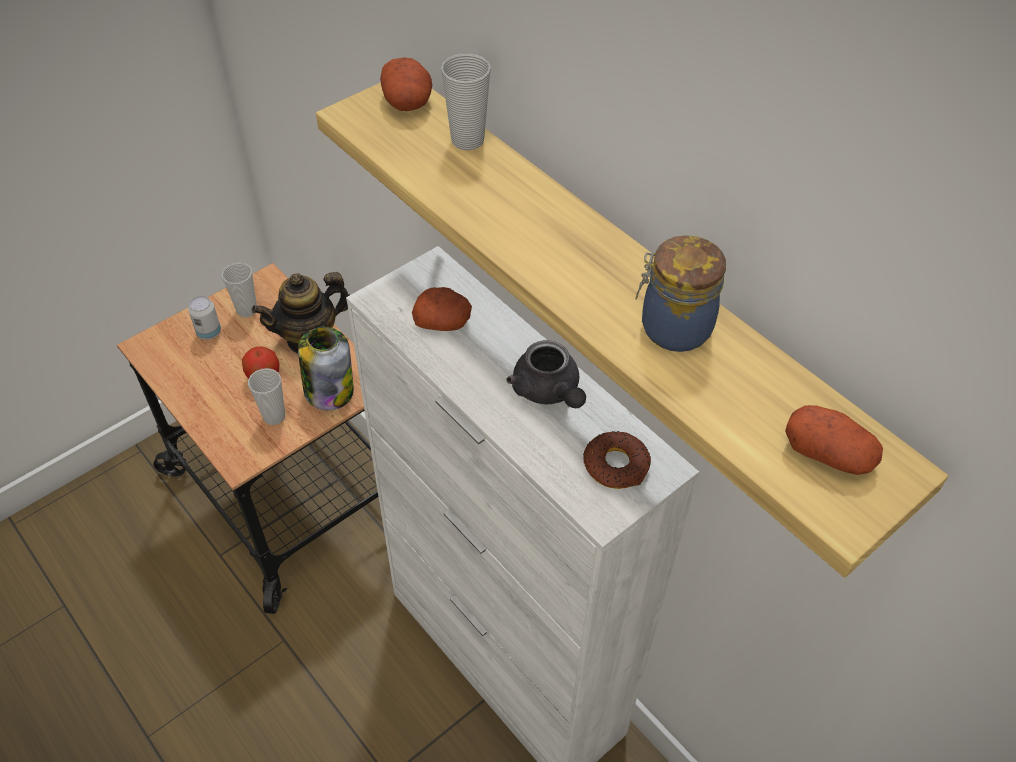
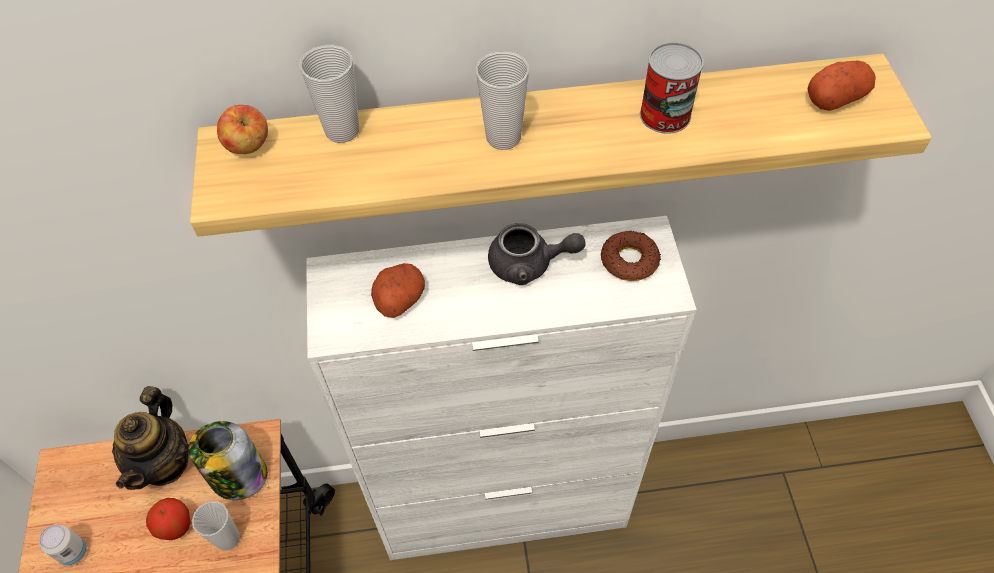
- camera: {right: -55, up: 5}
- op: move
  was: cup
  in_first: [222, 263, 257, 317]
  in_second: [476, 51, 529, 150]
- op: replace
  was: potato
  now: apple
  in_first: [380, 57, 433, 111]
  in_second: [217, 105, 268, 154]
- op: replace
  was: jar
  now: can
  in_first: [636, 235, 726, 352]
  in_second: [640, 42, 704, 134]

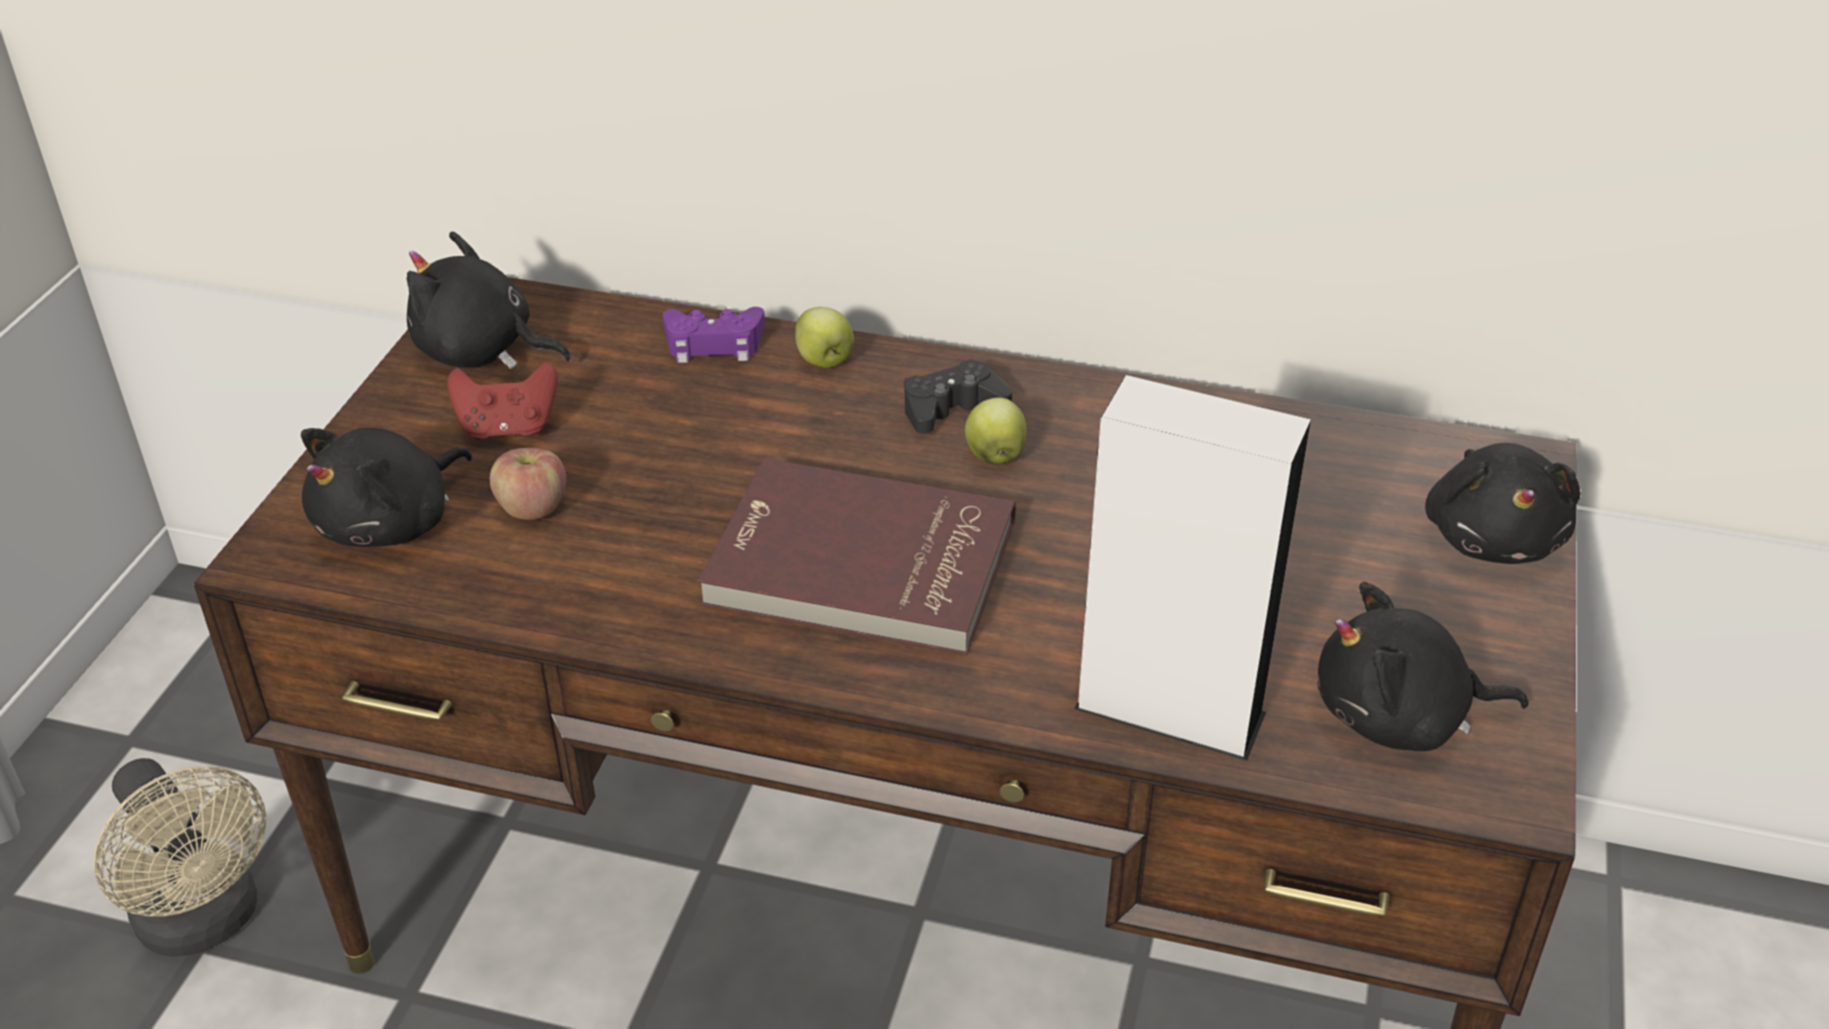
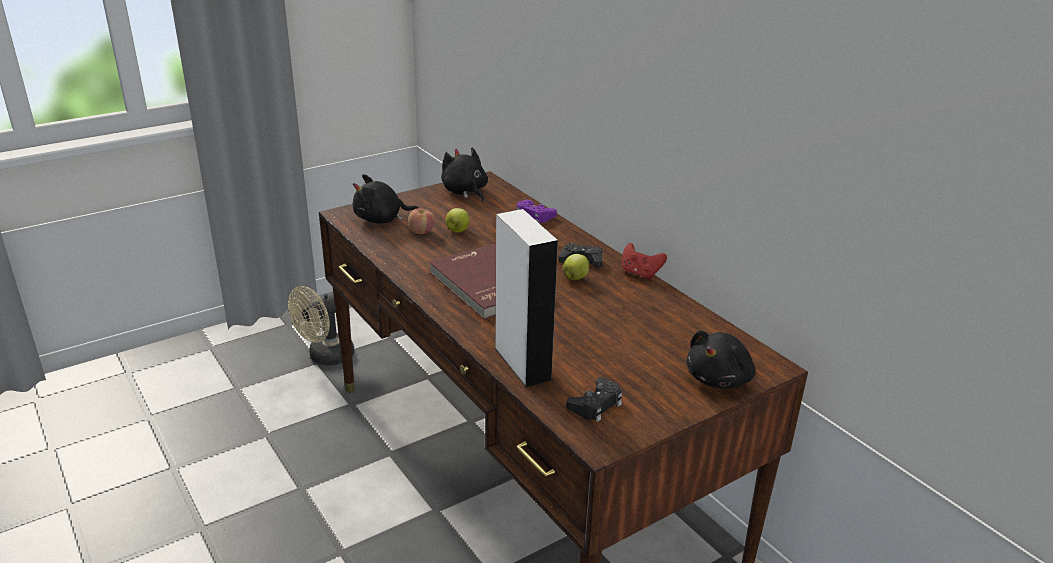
- camera: {right: 40, up: -10}
- op: rotate
  was: fan (beige)
  in_first: [94, 758, 266, 957]
  in_second: [288, 286, 355, 365]
  clockwise: 45
- op: move
  was: game controller (red)
  in_first: [447, 362, 558, 440]
  in_second: [622, 243, 667, 280]
- op: move
  was: apple
  in_first: [795, 307, 854, 368]
  in_second: [446, 208, 469, 233]
- op: replace
  was: plush toy (black)
  now: game controller (black)
  in_first: [1318, 582, 1529, 751]
  in_second: [566, 377, 622, 422]

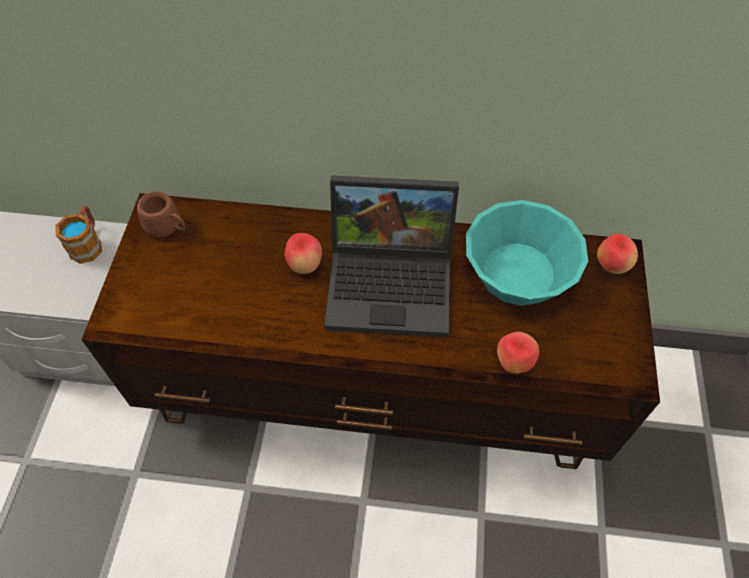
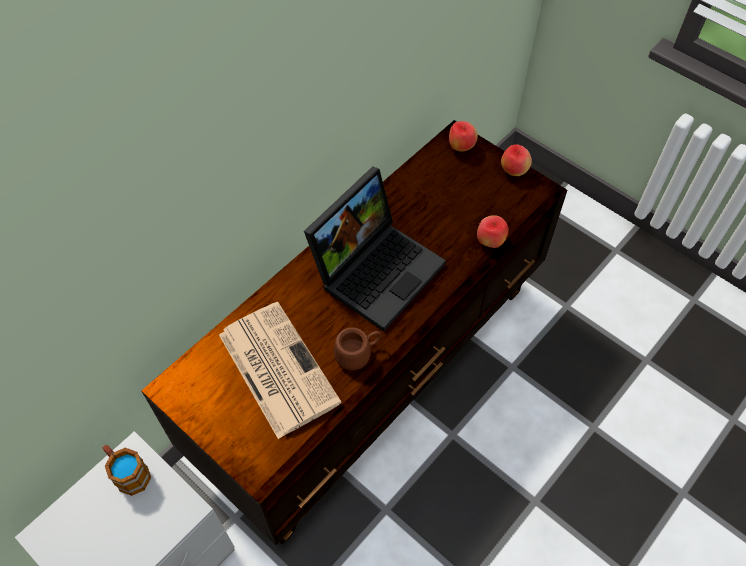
- camera: {right: -55, up: 0}
- op: move
  was: mug (brown)
  in_first: [137, 191, 186, 237]
  in_second: [334, 327, 381, 370]
- op: move
  was: apple
  in_first: [285, 233, 322, 274]
  in_second: [501, 144, 532, 176]
- op: delete
  was: bowl (turquoise)
  in_first: [466, 200, 588, 306]
- op: insert
  now: newspaper
  in_second: [219, 302, 342, 439]

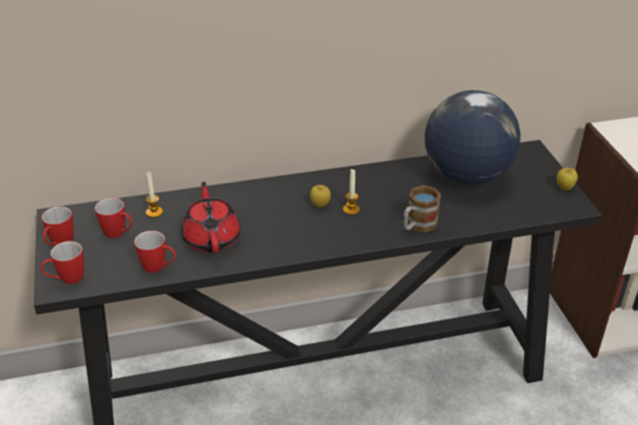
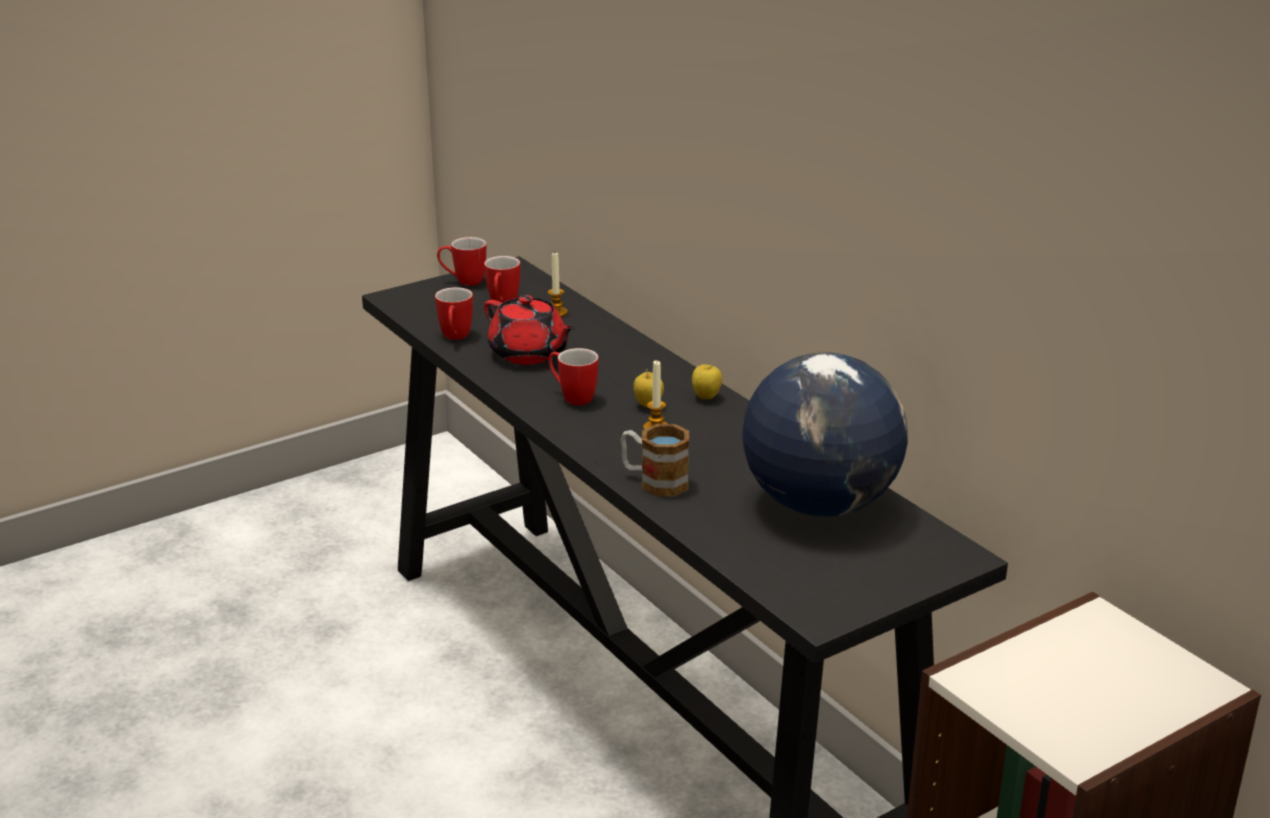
- camera: {right: 70, up: -10}
- op: move
  was: mug
  in_first: [40, 241, 84, 284]
  in_second: [548, 348, 598, 405]
- op: rotate
  was: teapot (red)
  in_first: [181, 182, 241, 253]
  in_second: [484, 295, 576, 365]
  clockwise: 75
- op: move
  was: apple
  in_first: [557, 167, 578, 191]
  in_second: [692, 364, 722, 399]

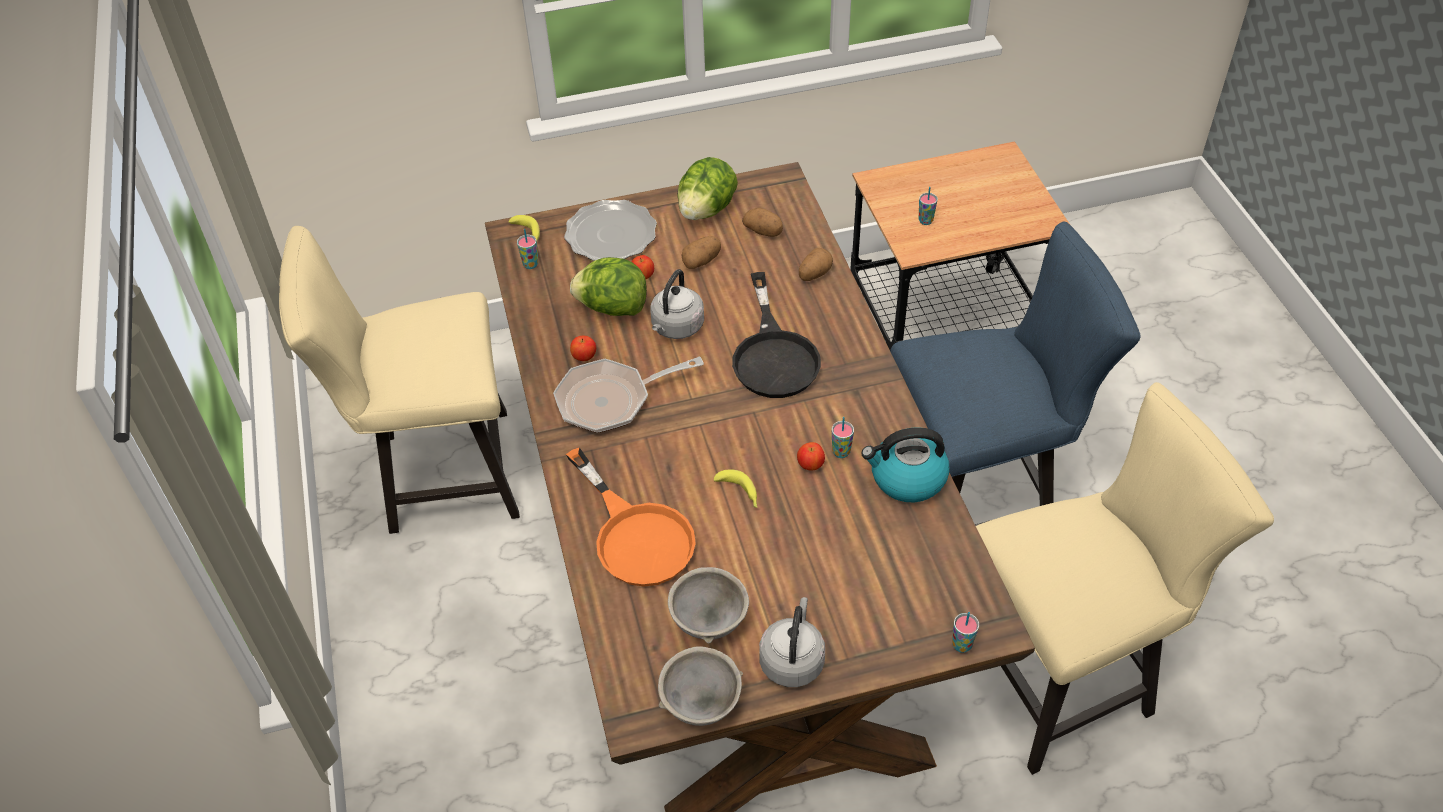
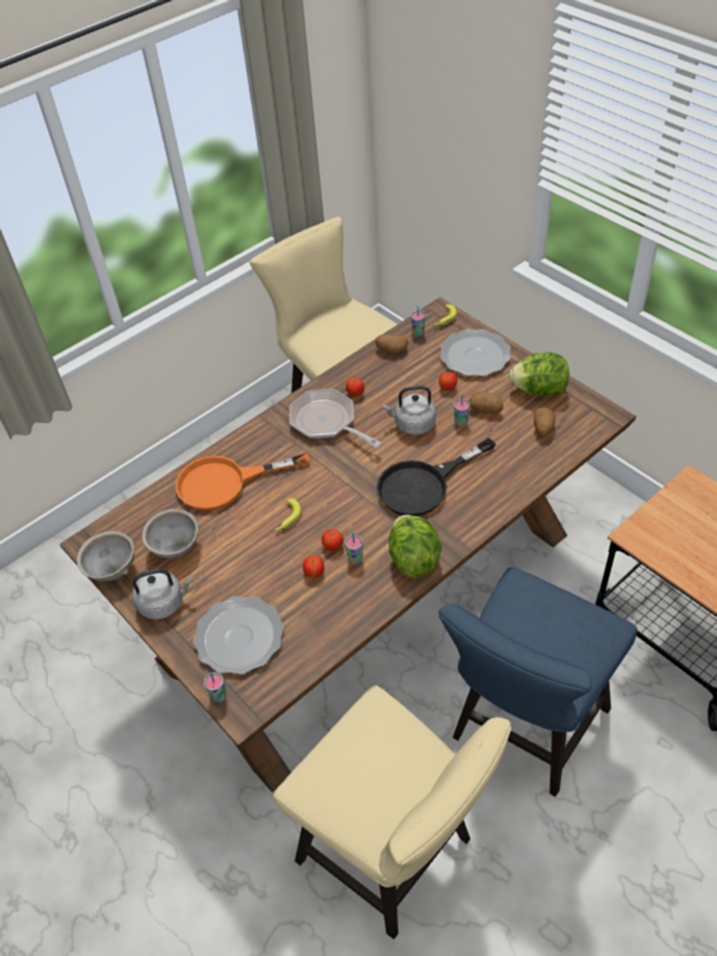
- camera: {right: 65, up: 0}
- op: rotate
  was: frying pan (orange)
  in_first: [566, 447, 696, 587]
  in_second: [176, 453, 309, 511]
  clockwise: 45
- op: move
  was: lettuce
  in_first: [570, 257, 647, 316]
  in_second: [389, 515, 442, 578]
- op: move
  was: potato
  in_first: [799, 248, 833, 281]
  in_second: [375, 334, 408, 353]
- op: delete
  was: kettle
  in_first: [861, 428, 950, 502]
- op: rotate
  was: chair (blue)
  in_first: [890, 221, 1140, 526]
  in_second: [439, 567, 637, 797]
  clockwise: 75
- op: move
  was: cup
  in_first: [919, 187, 938, 225]
  in_second: [454, 395, 470, 426]
- op: insert
  now: plate
  in_second: [193, 596, 284, 675]
- op: insert
  now: apple
  in_second: [303, 555, 324, 578]

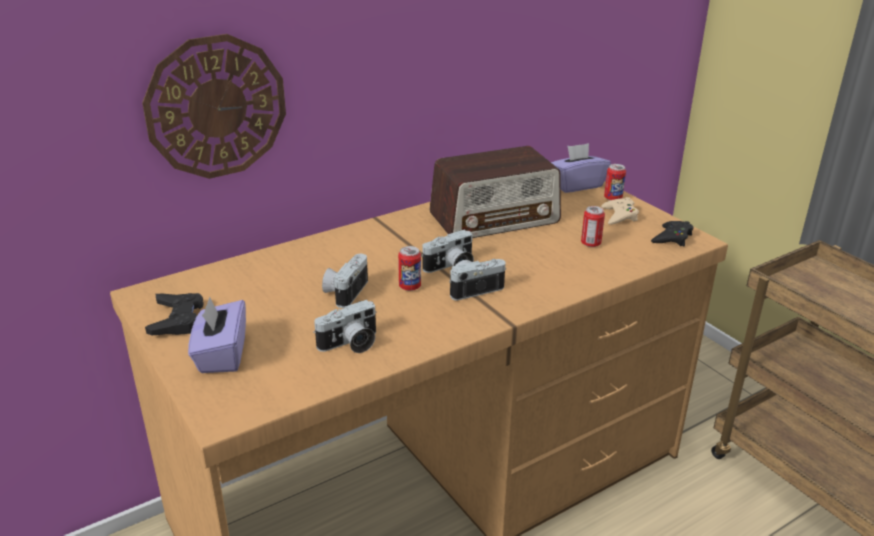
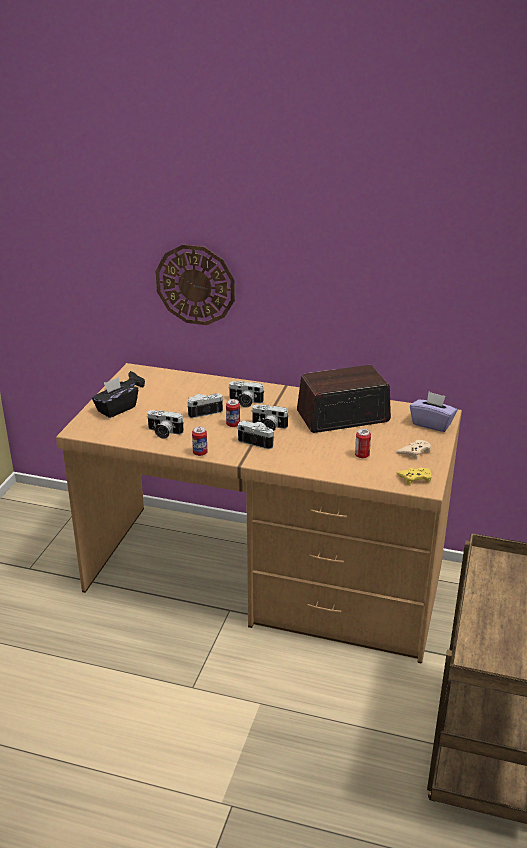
- camera: {right: 50, up: 0}
- op: recolor
  was: tissue box (purple)
  now: tissue box (black)
  in_first: [188, 297, 246, 373]
  in_second: [92, 377, 138, 418]
- op: rotate
  was: radio
  in_first: [429, 146, 561, 238]
  in_second: [297, 365, 391, 433]
  clockwise: 135
- op: move
  was: can
  in_first: [604, 164, 626, 200]
  in_second: [192, 426, 207, 456]
- op: recolor
  was: game controller (black)
  now: game controller (yellow)
  in_first: [651, 221, 693, 246]
  in_second: [397, 468, 431, 486]
- op: insert
  now: photo camera
  in_second: [228, 381, 265, 408]

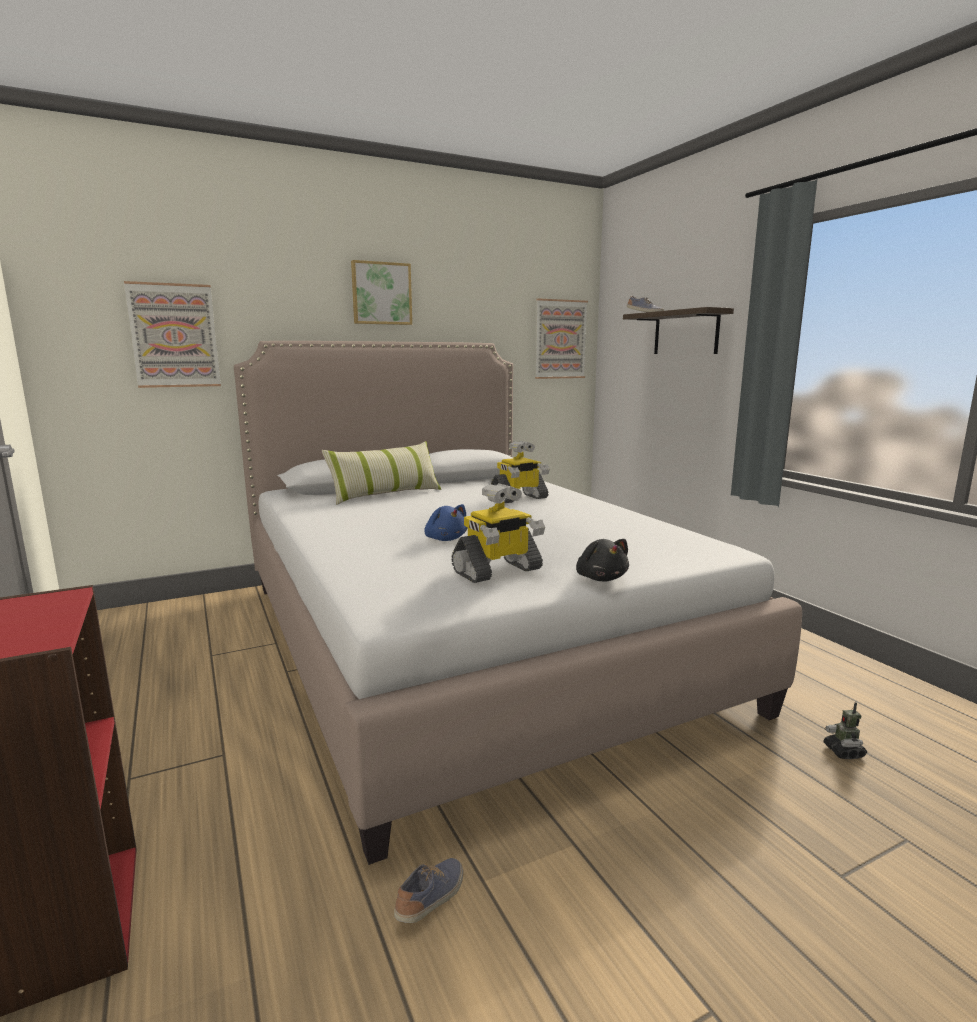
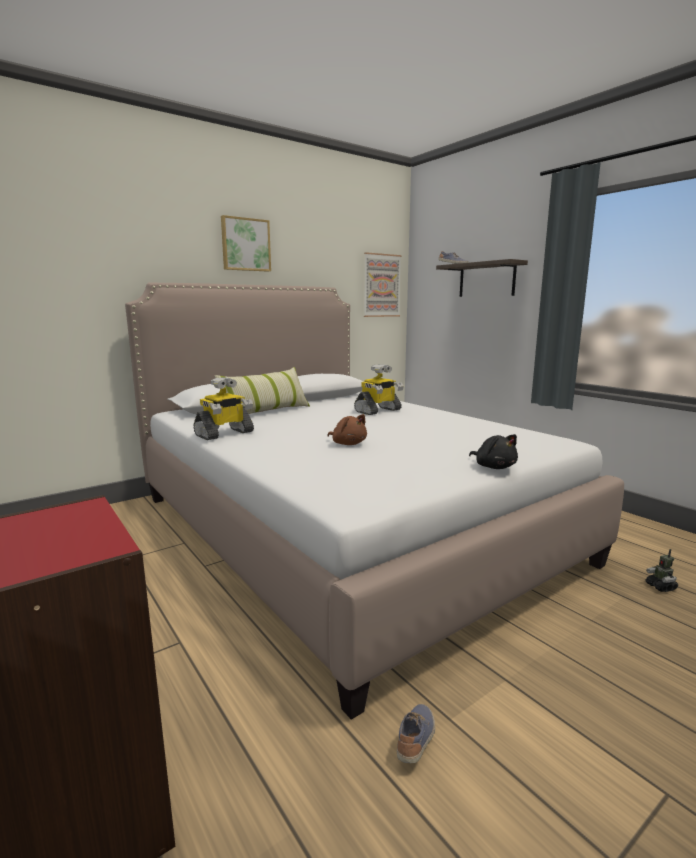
- camera: {right: -10, up: 0}
- op: delete
  was: picture
  in_first: [124, 281, 221, 388]
- op: recolor
  was: plush toy (blue)
  now: plush toy (brown)
  in_first: [424, 504, 468, 541]
  in_second: [328, 414, 367, 445]
- op: move
  was: toy robot
  in_first: [451, 483, 545, 583]
  in_second: [193, 377, 254, 440]

